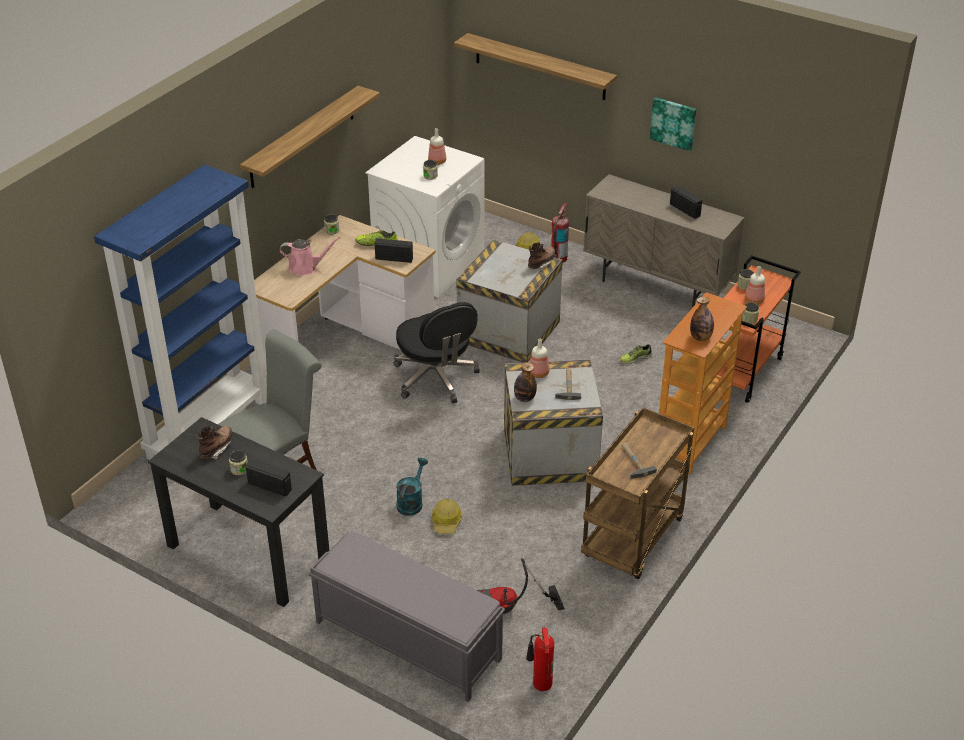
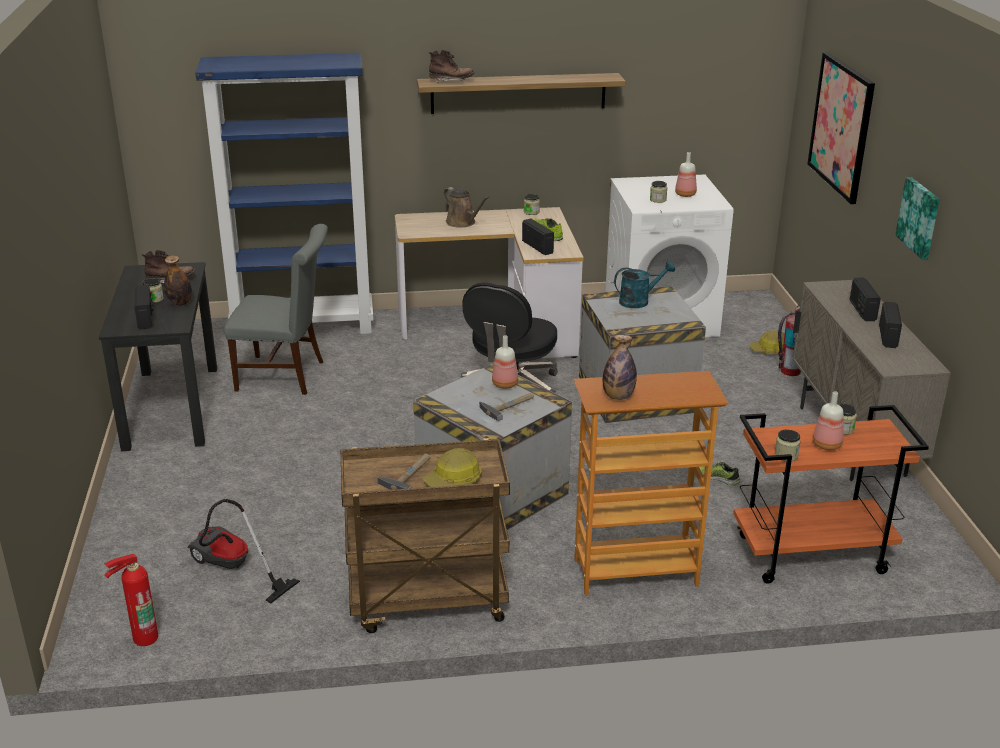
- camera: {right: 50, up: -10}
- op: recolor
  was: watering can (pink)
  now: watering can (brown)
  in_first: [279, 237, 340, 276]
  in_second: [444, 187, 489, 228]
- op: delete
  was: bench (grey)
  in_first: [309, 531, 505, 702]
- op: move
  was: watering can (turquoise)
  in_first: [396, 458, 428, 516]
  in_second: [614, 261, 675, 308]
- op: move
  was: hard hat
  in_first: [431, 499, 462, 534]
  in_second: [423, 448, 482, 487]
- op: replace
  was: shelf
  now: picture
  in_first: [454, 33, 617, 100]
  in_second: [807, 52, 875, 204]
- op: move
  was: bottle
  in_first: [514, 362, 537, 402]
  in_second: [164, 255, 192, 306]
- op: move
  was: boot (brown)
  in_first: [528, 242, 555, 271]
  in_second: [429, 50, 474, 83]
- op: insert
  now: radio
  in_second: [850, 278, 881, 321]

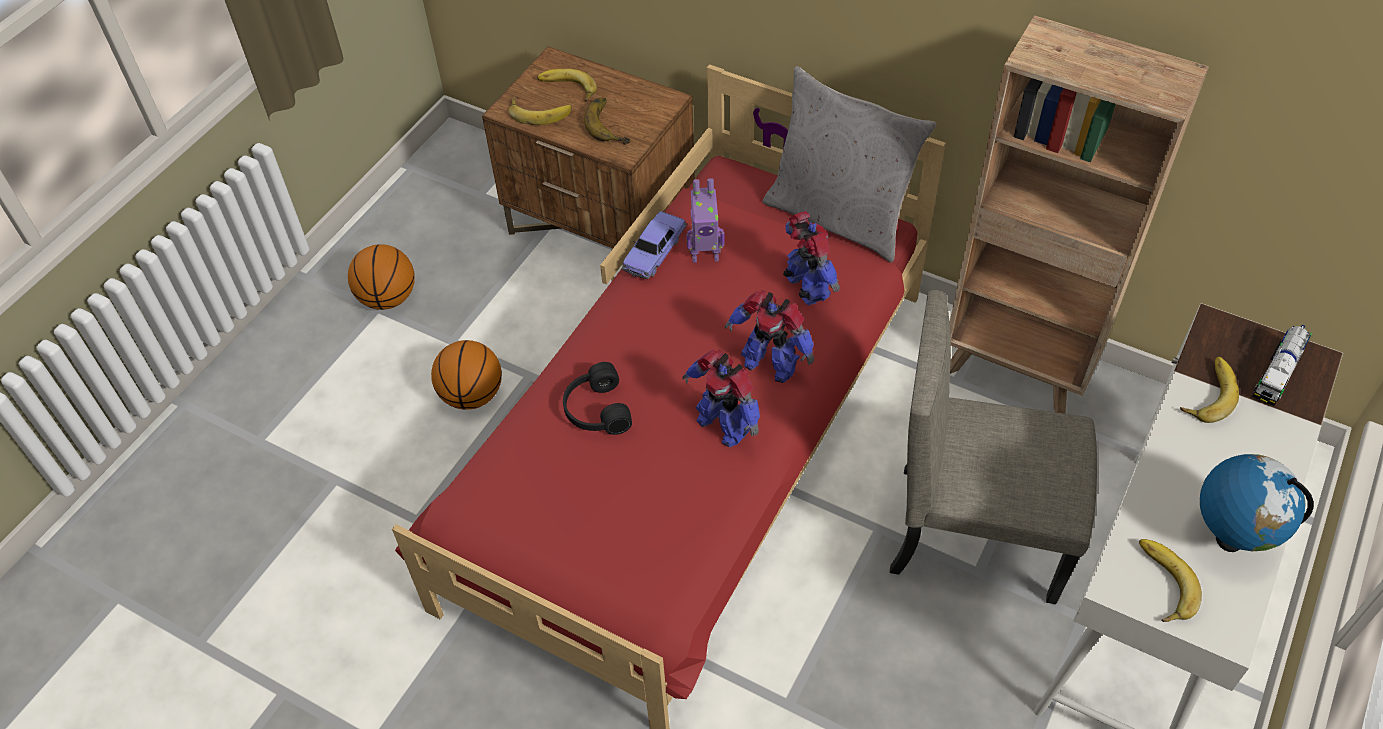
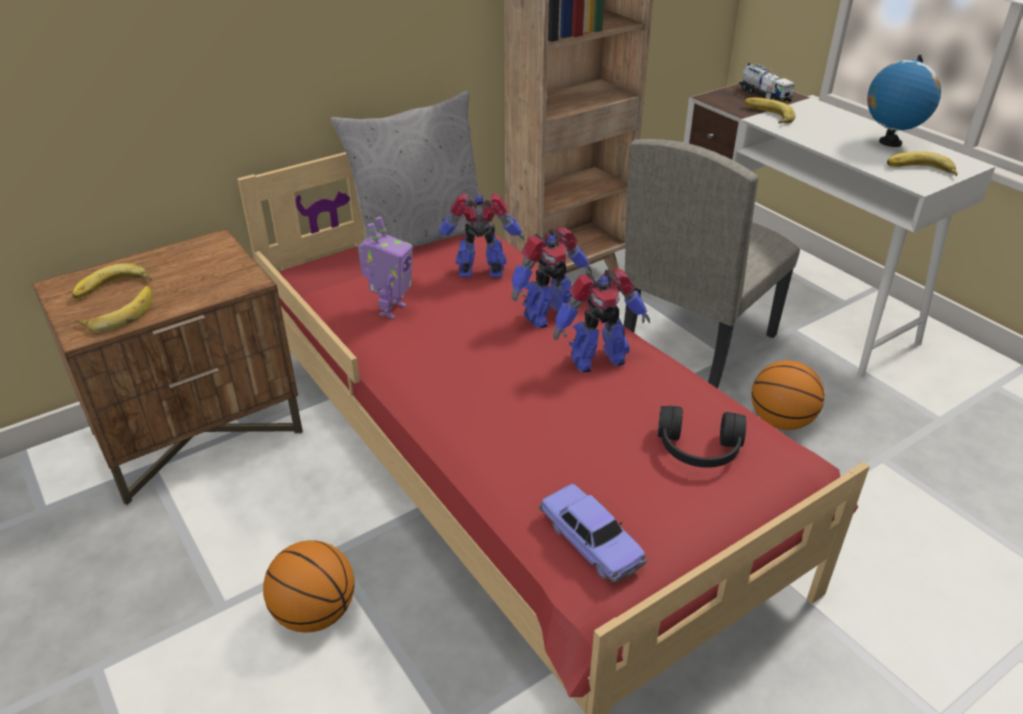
- camera: {right: -65, up: -15}
- op: move
  was: basketball
  in_first: [348, 244, 415, 310]
  in_second: [751, 360, 825, 430]
- op: move
  was: headphones (black)
  in_first: [563, 362, 632, 435]
  in_second: [658, 406, 746, 468]
- op: delete
  was: banana
  in_first: [584, 97, 631, 145]
- op: move
  was: toy car
  in_first: [621, 211, 687, 279]
  in_second: [538, 484, 647, 583]

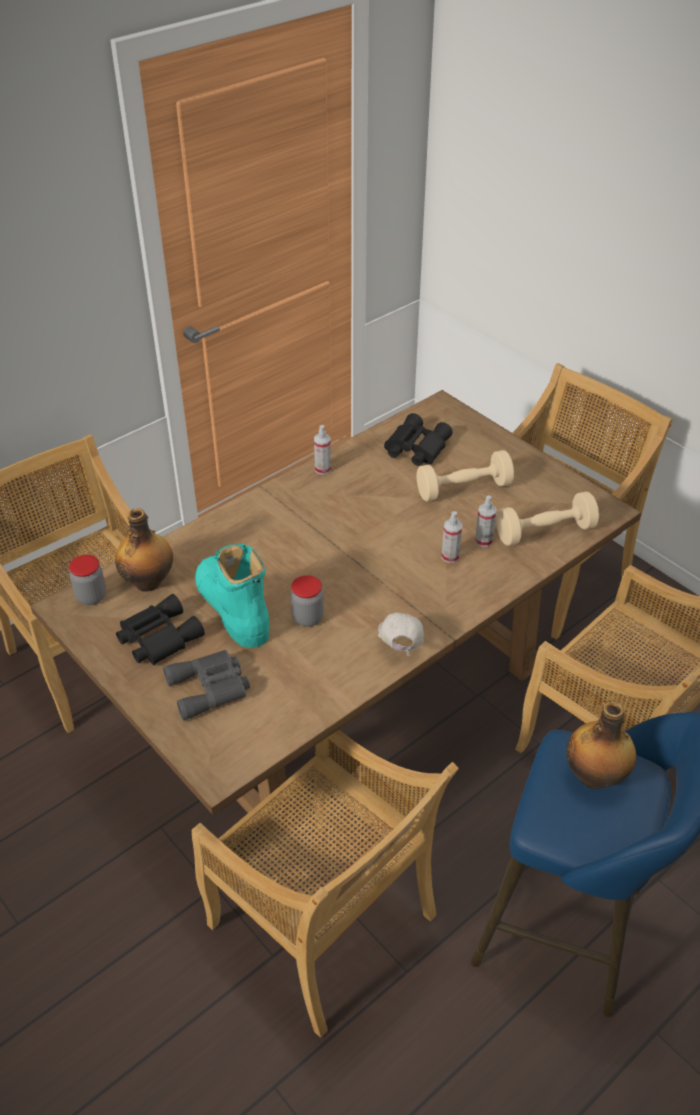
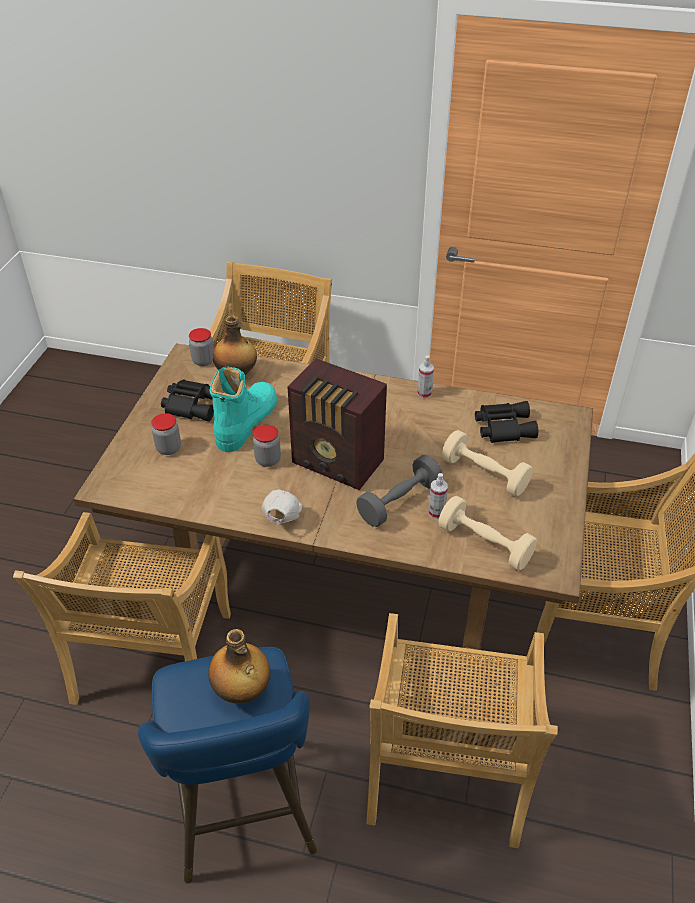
- camera: {right: 55, up: 0}
- op: replace
  was: binoculars (grey)
  now: jar
  in_first: [163, 650, 250, 721]
  in_second: [151, 413, 181, 455]
- op: rotate
  was: cap (white)
  in_first: [378, 612, 424, 656]
  in_second: [261, 489, 302, 527]
  clockwise: -45
- op: replace
  was: spray bottle
  now: dumbbell (grey)
  in_first: [441, 511, 462, 563]
  in_second: [356, 455, 442, 527]
- op: insert
  now: radio
  in_second: [287, 358, 387, 490]

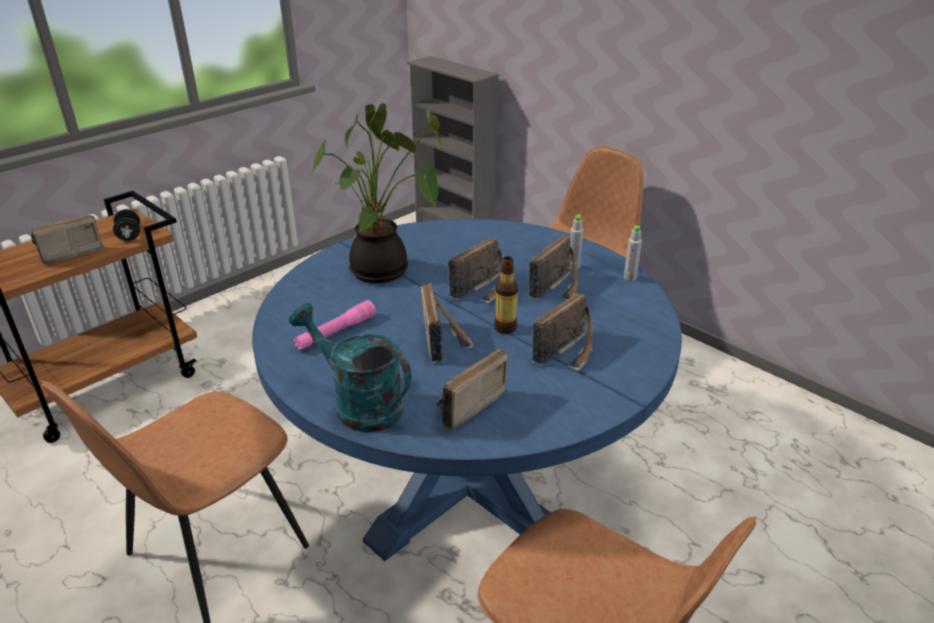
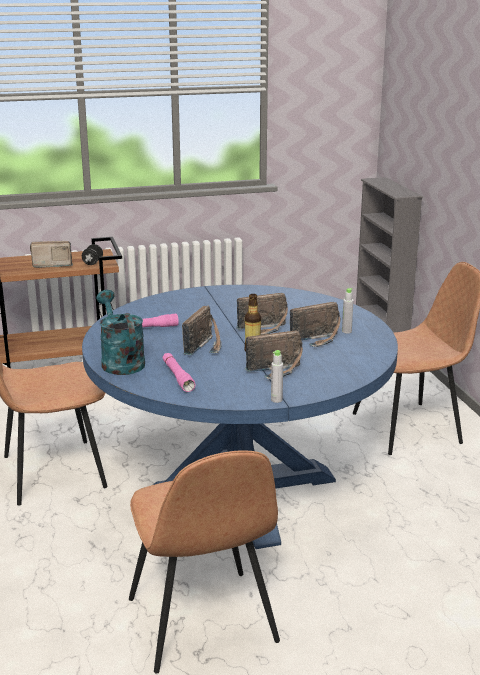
- camera: {right: 30, up: -10}
- op: delete
  was: potted plant
  in_first: [310, 103, 442, 283]
- op: replace
  was: radio
  now: flashlight (pink)
  in_first: [436, 349, 508, 430]
  in_second: [163, 353, 196, 392]
- op: move
  was: bottle (grey)
  in_first: [624, 225, 642, 281]
  in_second: [271, 350, 283, 403]

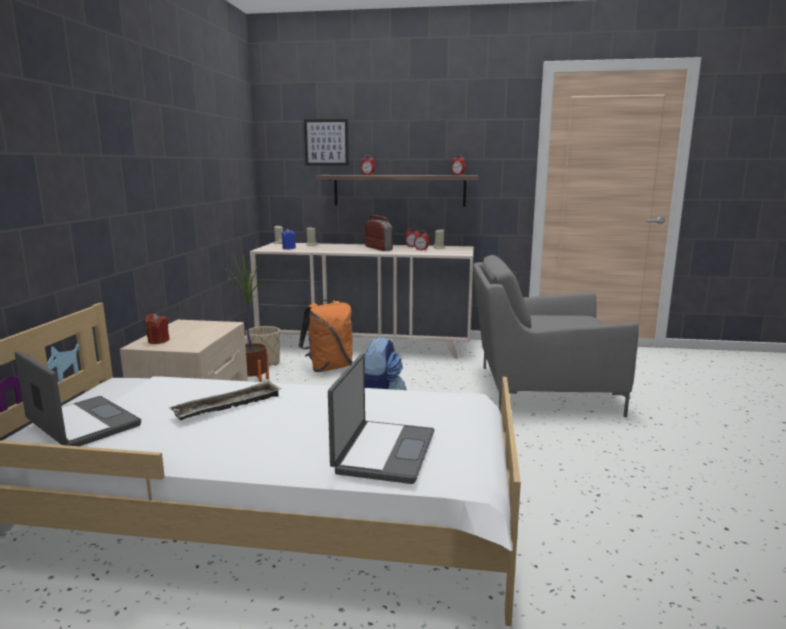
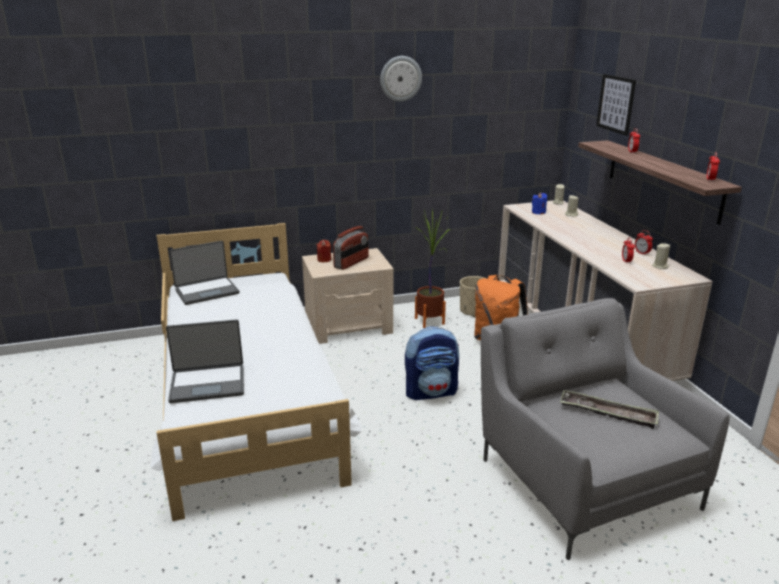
- camera: {right: 65, up: 10}
- op: rotate
  was: laptop
  in_first: [15, 351, 141, 446]
  in_second: [169, 241, 239, 305]
  clockwise: 45
- op: move
  was: tray
  in_first: [169, 380, 281, 420]
  in_second: [560, 390, 659, 429]
- op: move
  was: radio
  in_first: [365, 215, 393, 251]
  in_second: [333, 226, 369, 270]
- op: insert
  now: wall clock
  in_second: [380, 56, 422, 101]

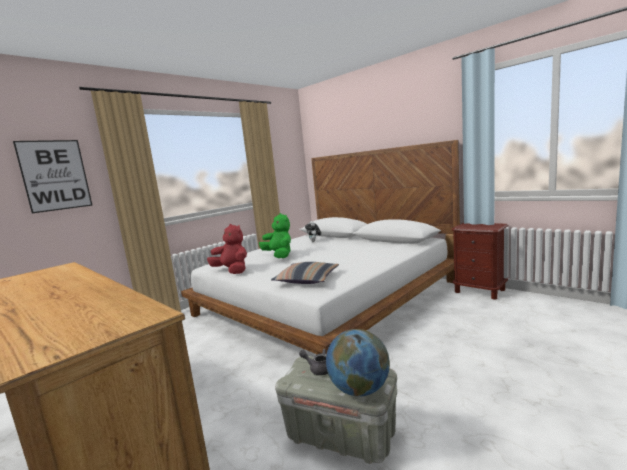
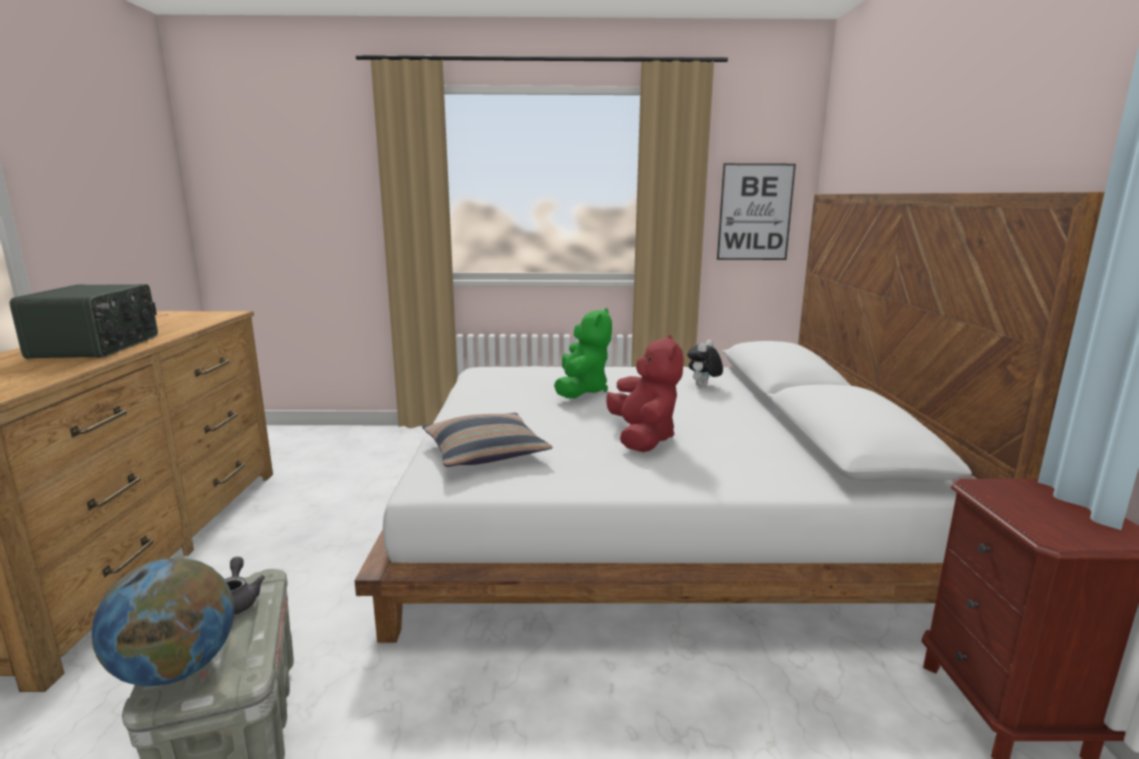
- camera: {right: 45, up: 5}
- op: move
  was: picture
  in_first: [13, 140, 93, 213]
  in_second: [717, 163, 796, 260]
- op: move
  was: plush toy (red)
  in_first: [207, 224, 247, 274]
  in_second: [606, 335, 684, 452]
- op: insert
  now: radio
  in_second: [9, 284, 158, 359]

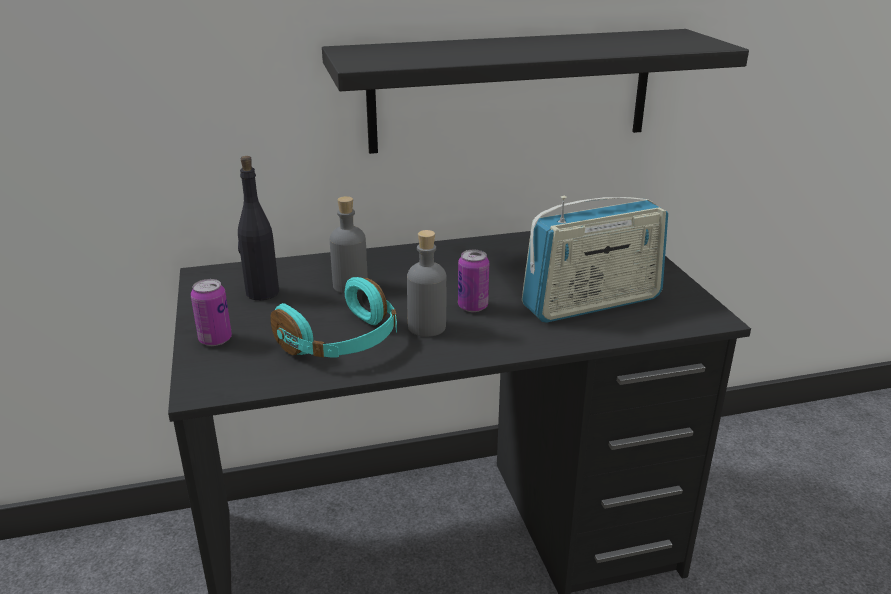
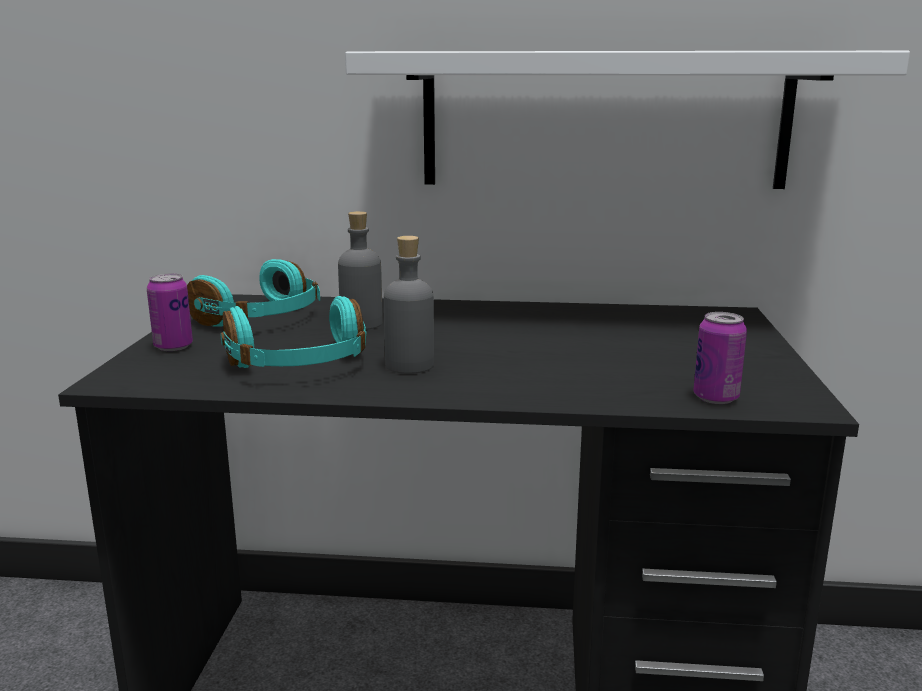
- camera: {right: 20, up: -10}
- op: replace
  was: bottle (black)
  now: headphones (turquoise)
  in_first: [238, 156, 279, 300]
  in_second: [187, 259, 320, 327]
- op: recolor
  was: shelf (black)
  now: shelf (white)
  in_first: [322, 29, 749, 154]
  in_second: [345, 51, 910, 189]
- op: move
  was: can
  in_first: [458, 250, 489, 312]
  in_second: [693, 312, 747, 404]
- op: delete
  was: radio
  in_first: [522, 196, 668, 323]

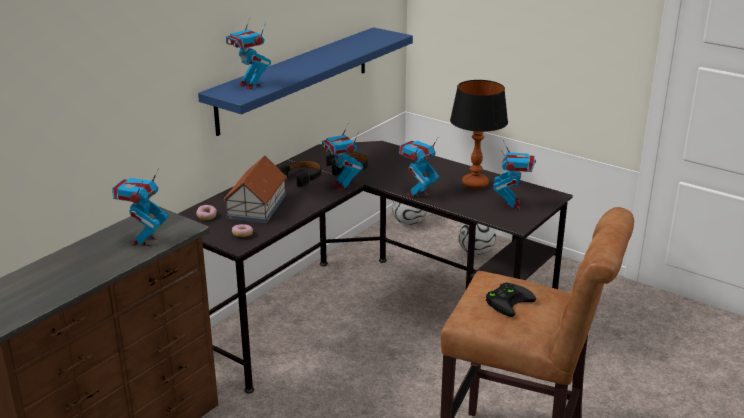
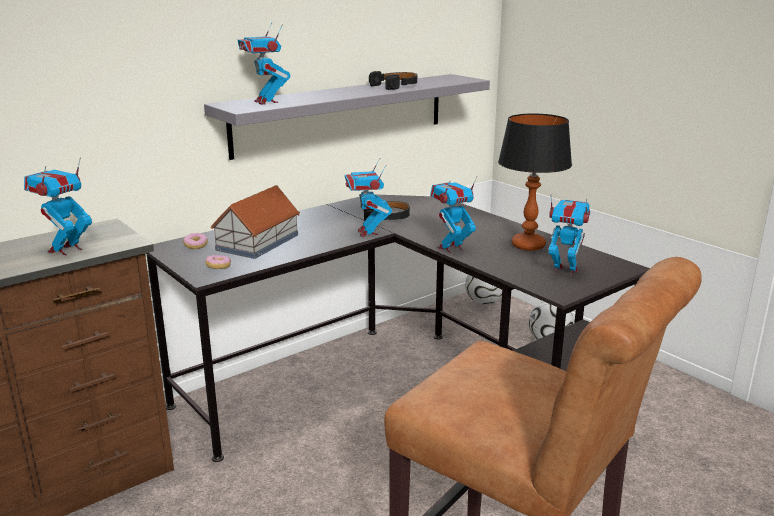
- camera: {right: 15, up: -5}
- op: recolor
  was: shelf (blue)
  now: shelf (grey)
  in_first: [198, 27, 413, 136]
  in_second: [204, 74, 490, 160]
- op: move
  was: headphones (black)
  in_first: [279, 161, 321, 187]
  in_second: [369, 71, 417, 90]
- op: delete
  was: game controller (black)
  in_first: [486, 282, 536, 317]
- op: rotate
  was: toy robot
  in_first: [493, 140, 536, 210]
  in_second: [549, 198, 591, 277]
  clockwise: -90

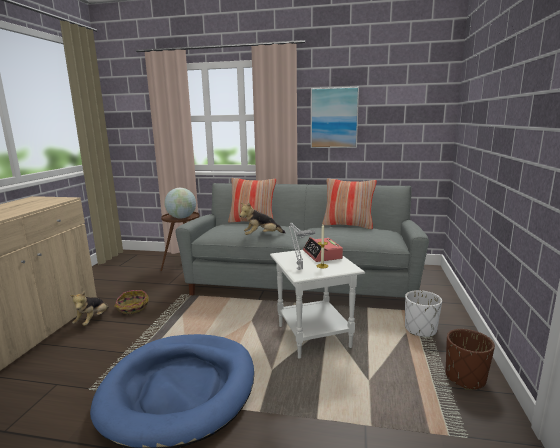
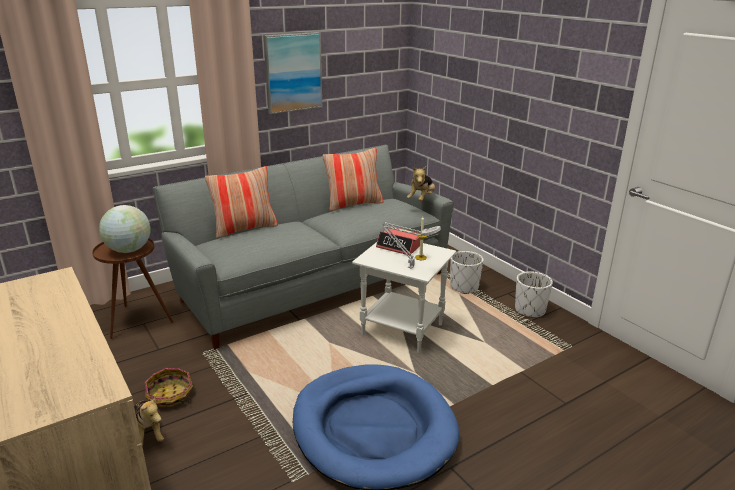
- camera: {right: -45, up: 10}
- op: move
  was: plush toy
  in_first: [239, 203, 286, 235]
  in_second: [407, 166, 435, 201]
- op: recolor
  was: planter (brown)
  now: planter (white)
  in_first: [446, 329, 495, 390]
  in_second: [515, 271, 553, 318]

